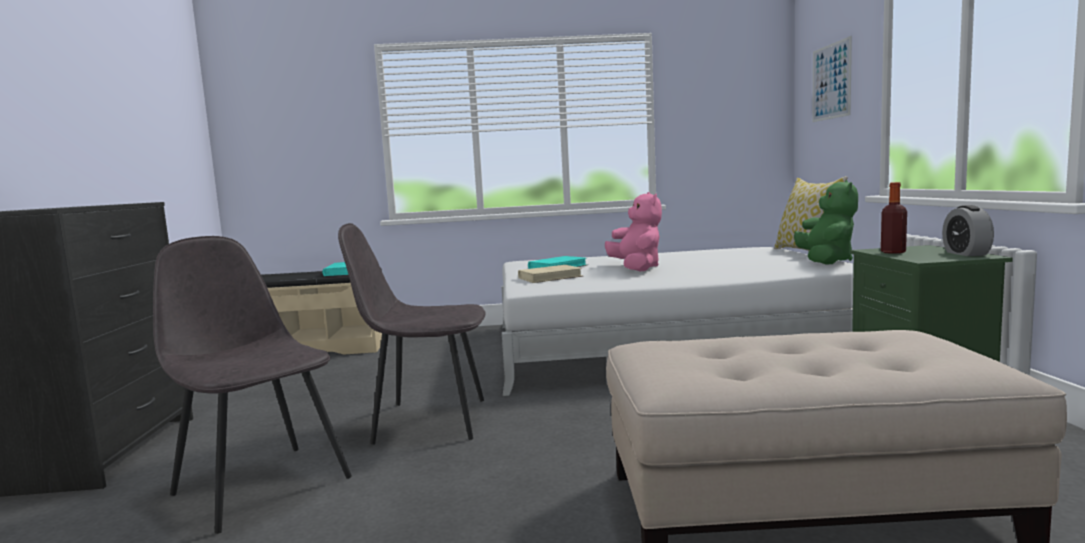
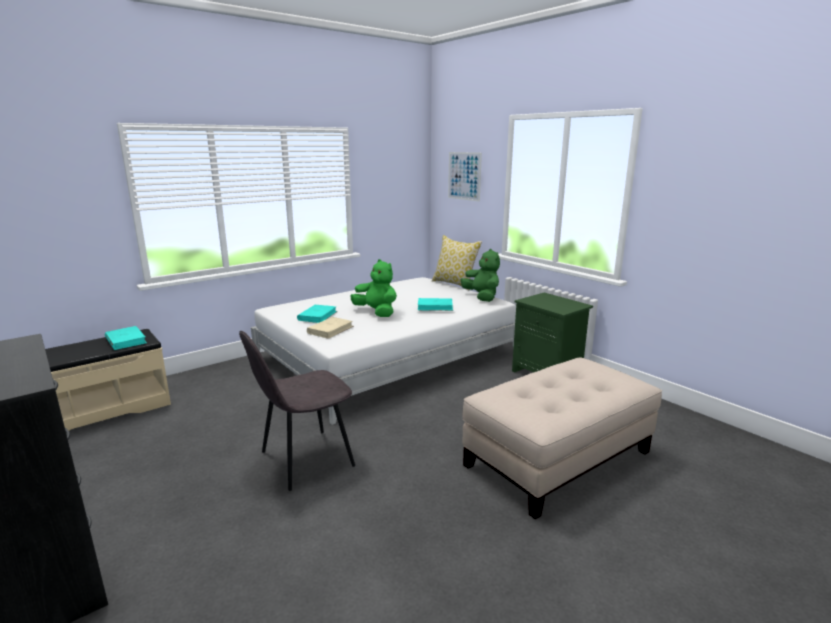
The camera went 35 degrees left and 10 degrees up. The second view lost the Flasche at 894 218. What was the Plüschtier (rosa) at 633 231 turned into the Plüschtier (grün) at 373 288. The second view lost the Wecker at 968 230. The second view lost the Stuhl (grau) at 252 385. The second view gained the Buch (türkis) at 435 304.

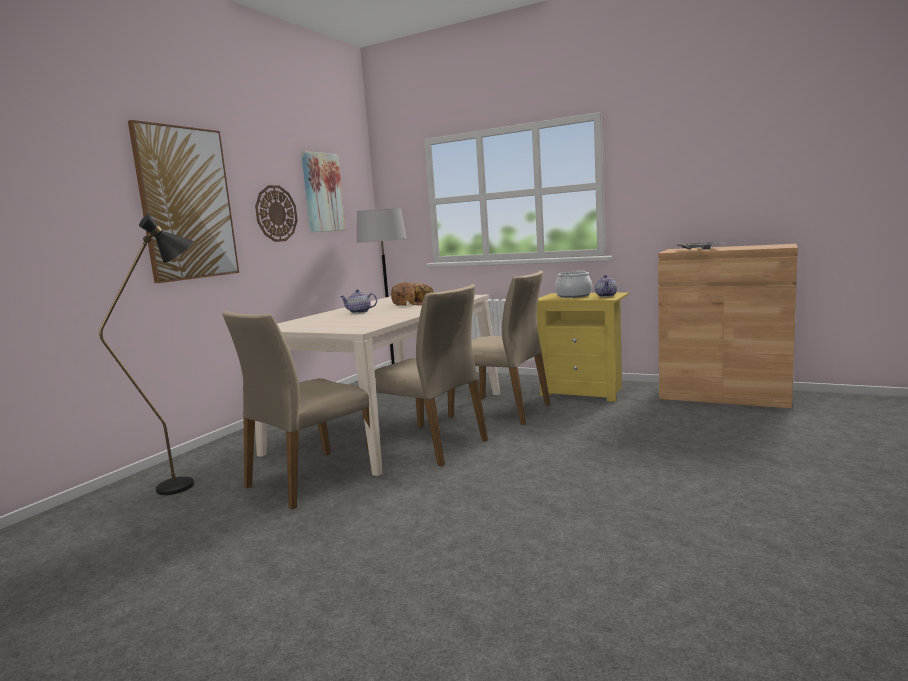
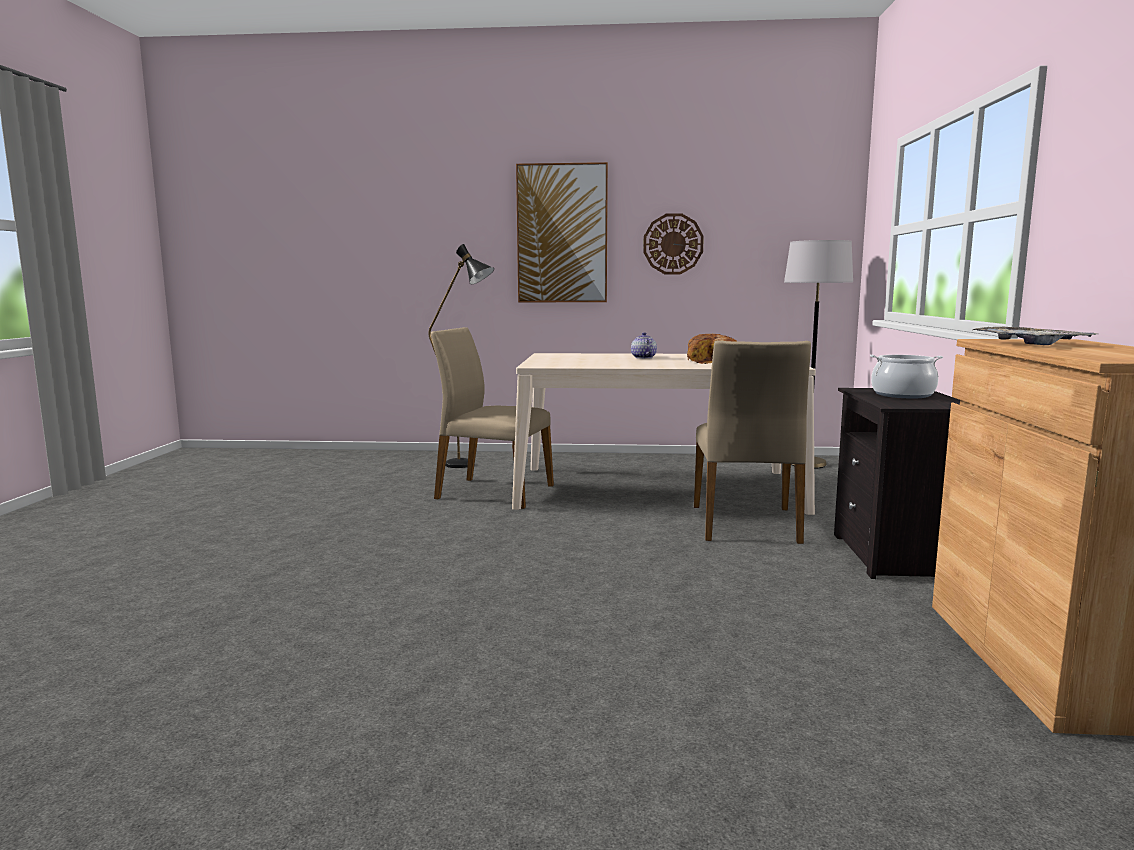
The camera went 65 degrees right and 0 degrees up. The second view lost the Bild at 323 191. The second view lost the Teekanne at 606 286. The second view lost the Stuhl (beige) at 426 375. What was the Nachttisch (gelb) at 583 347 turned into the Nachttisch (schwarz) at 897 483.

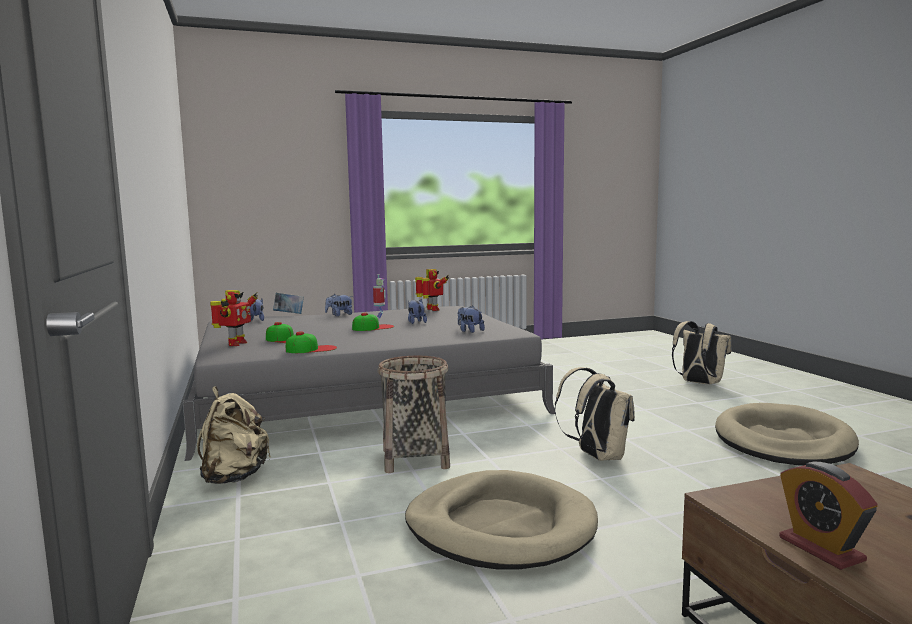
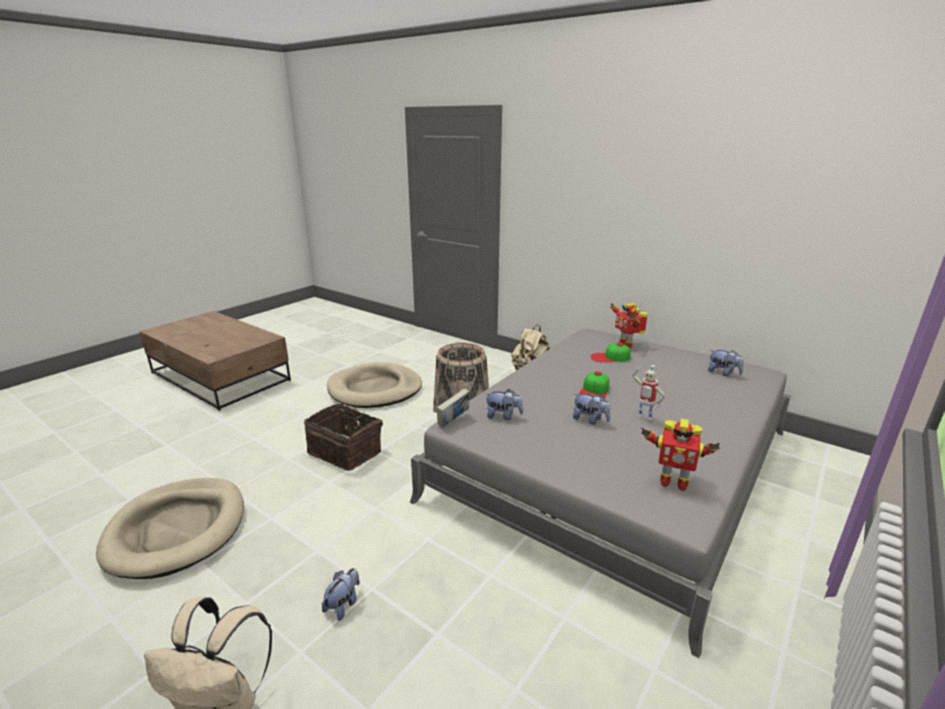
The camera went 145 degrees right and 15 degrees up. The Buch ended up elsewhere, having gone from 288 303 to 452 408. The Plüschtier ended up elsewhere, having gone from 339 305 to 341 594. The second view lost the Kappe at 311 342. Where the Rucksack (beige) stood at 595 414, the Korb came to stand at 343 437. The second view lost the Wecker at 828 515.

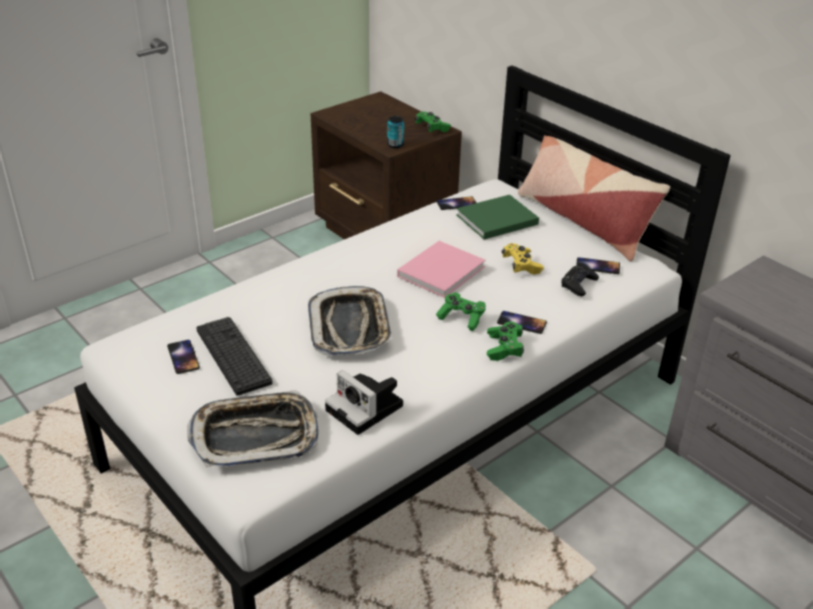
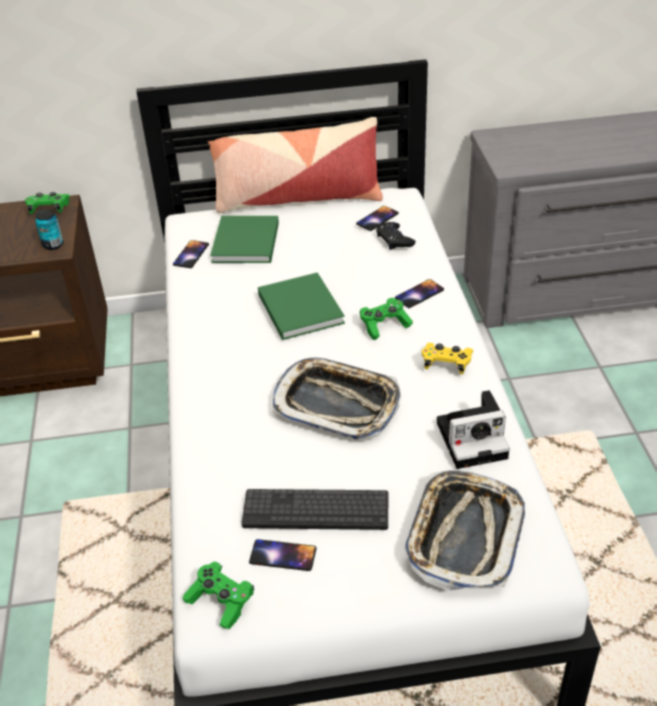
The camera went 55 degrees left and 5 degrees up. What was the Buch (rosa) at 441 269 turned into the Buch (grün) at 301 306. The Gamepad (gelb) ended up elsewhere, having gone from 523 259 to 448 358. The Gamepad (grün) ended up elsewhere, having gone from 505 341 to 218 595.

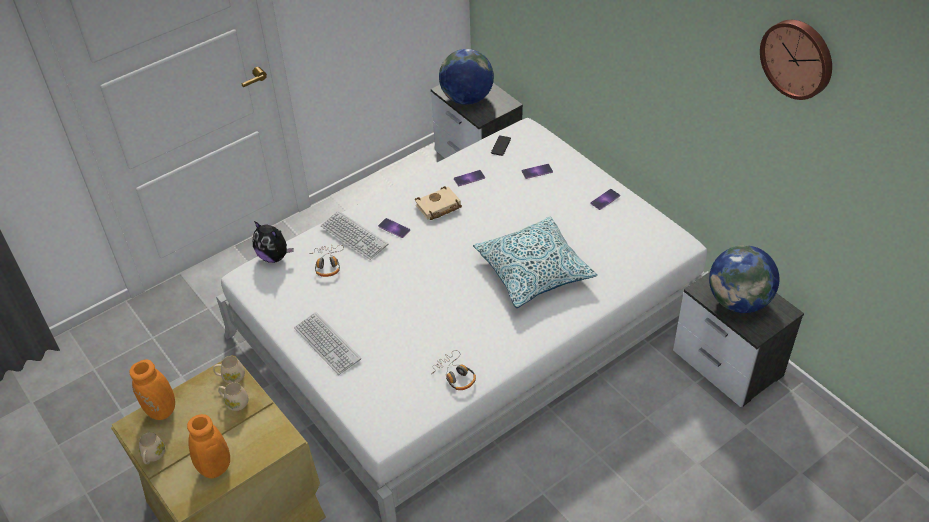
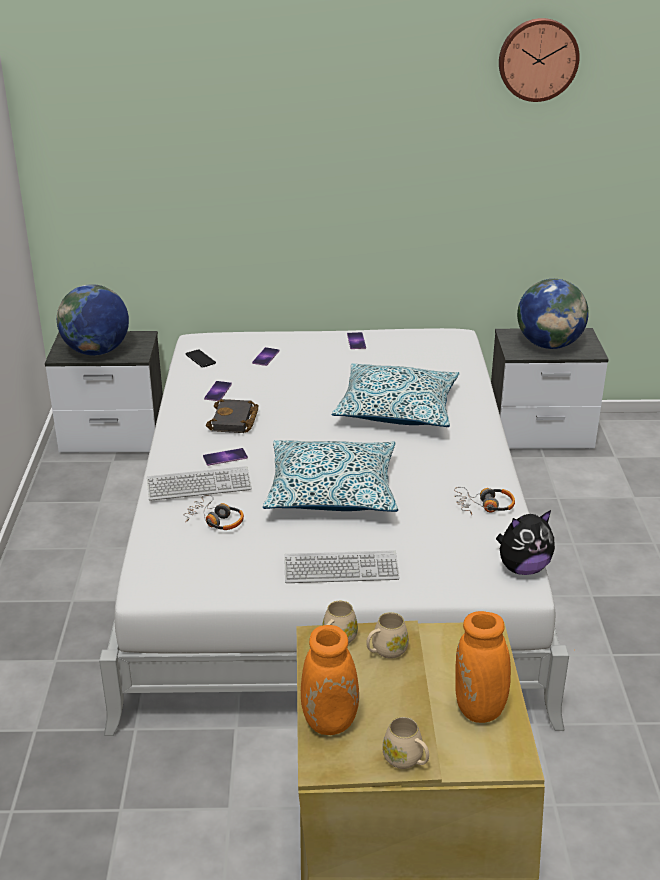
The camera went 55 degrees left and 15 degrees down. What was the Buch (beige) at 438 203 turned into the Buch (schwarz) at 232 416. The Plüschtier ended up elsewhere, having gone from 273 242 to 525 542. The second view gained the Kissen at 330 476.

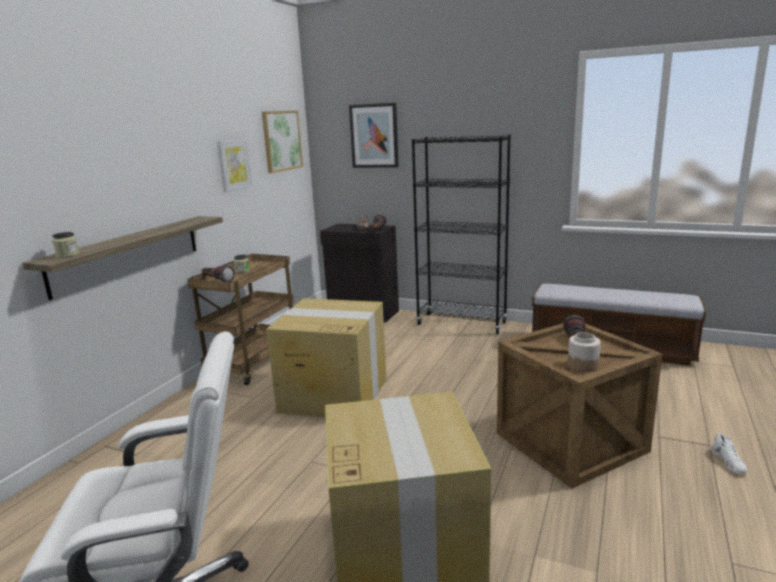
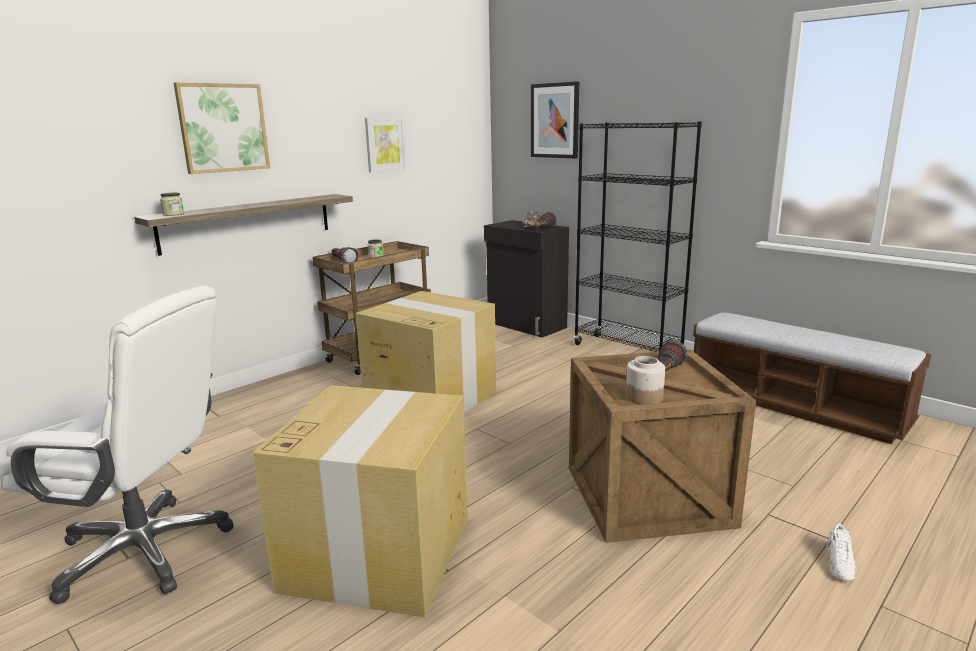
The camera went 20 degrees right and 0 degrees up. The Bild ended up elsewhere, having gone from 282 141 to 222 128.

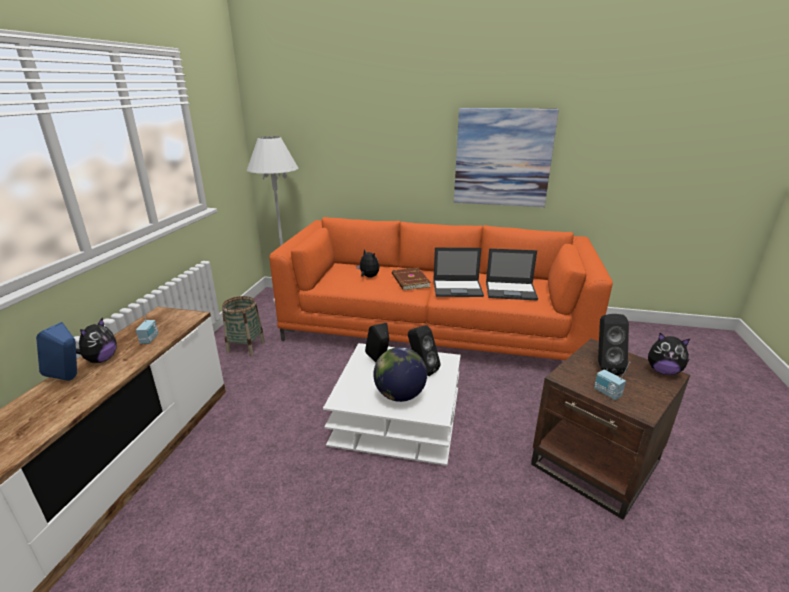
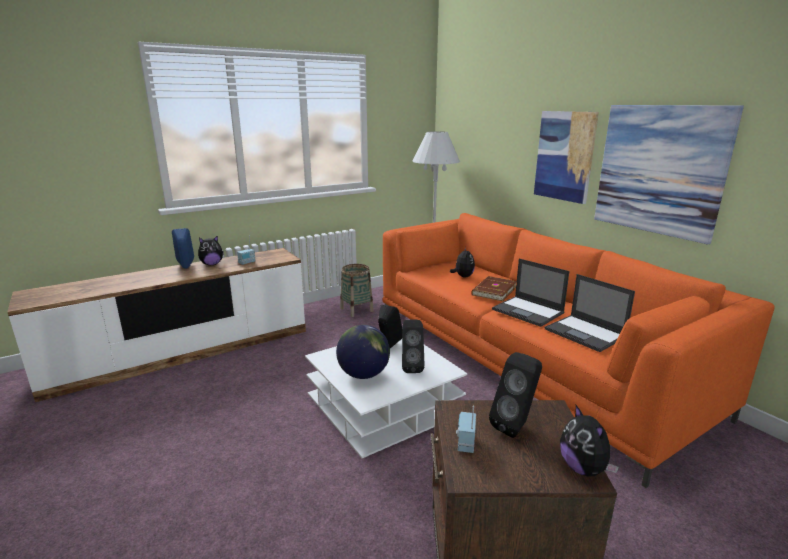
The camera went 45 degrees right and 5 degrees down. The second view gained the Bild at 566 157.

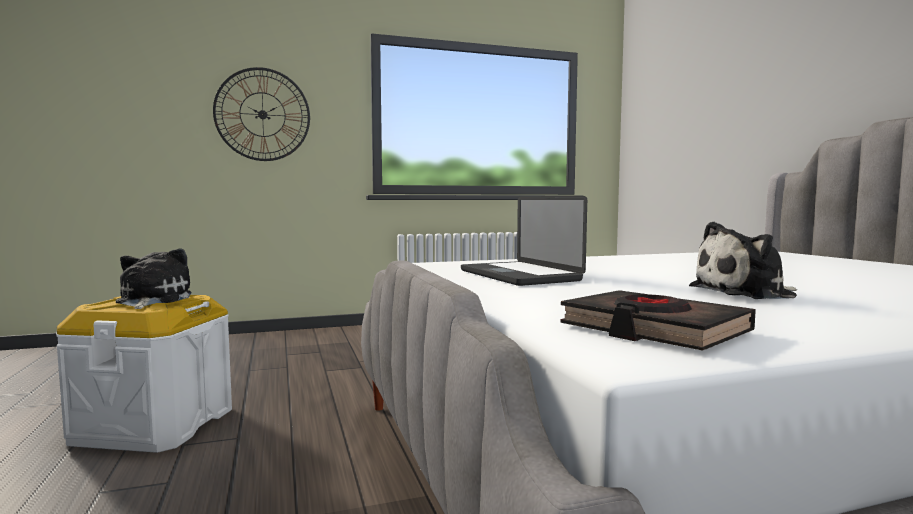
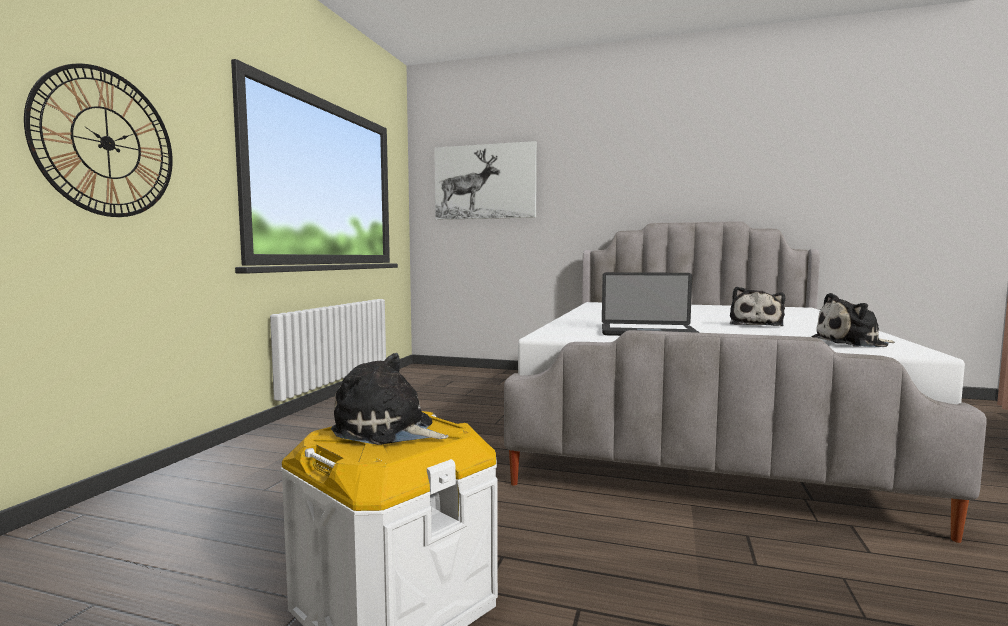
The camera went 55 degrees left and 0 degrees up. Where the Buch (schwarz) stood at 658 320, the Plüschtier came to stand at 853 320. The second view gained the Bild at 485 180.

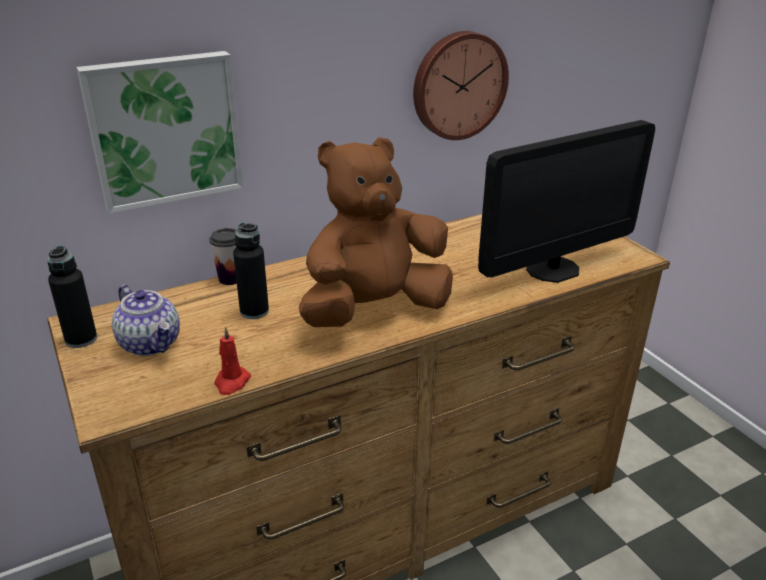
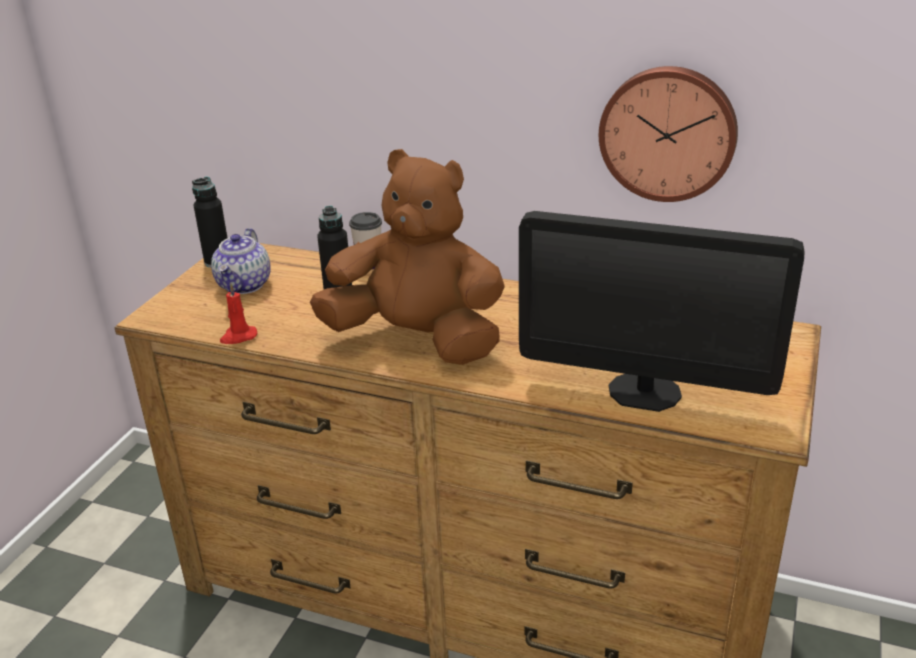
The camera went 50 degrees right and 0 degrees up. The second view lost the Bild at 160 132.

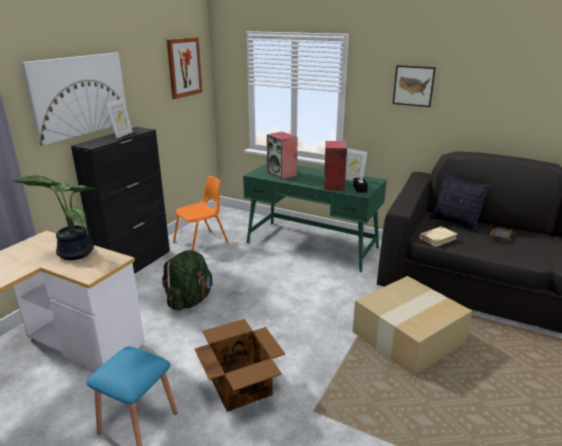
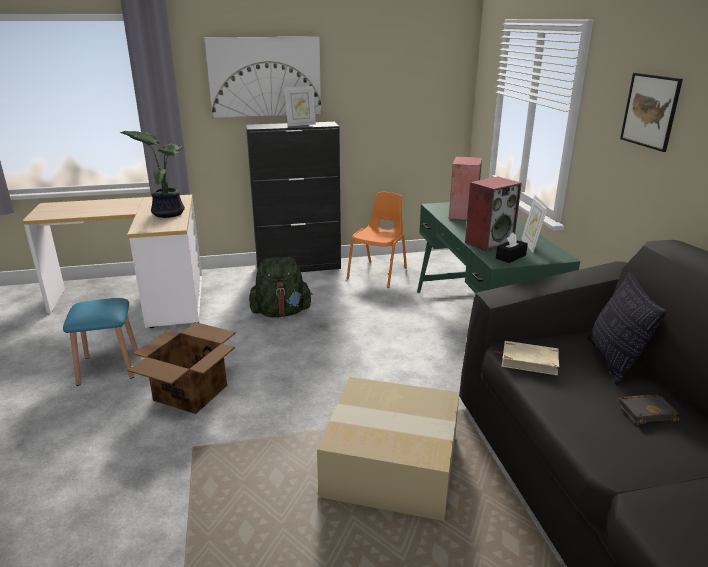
The camera went 50 degrees right and 0 degrees up. The second view lost the Bild at 184 68. The Stuhl (orange) at 201 213 ended up facing another way, 75 degrees counterclockwise from before.

